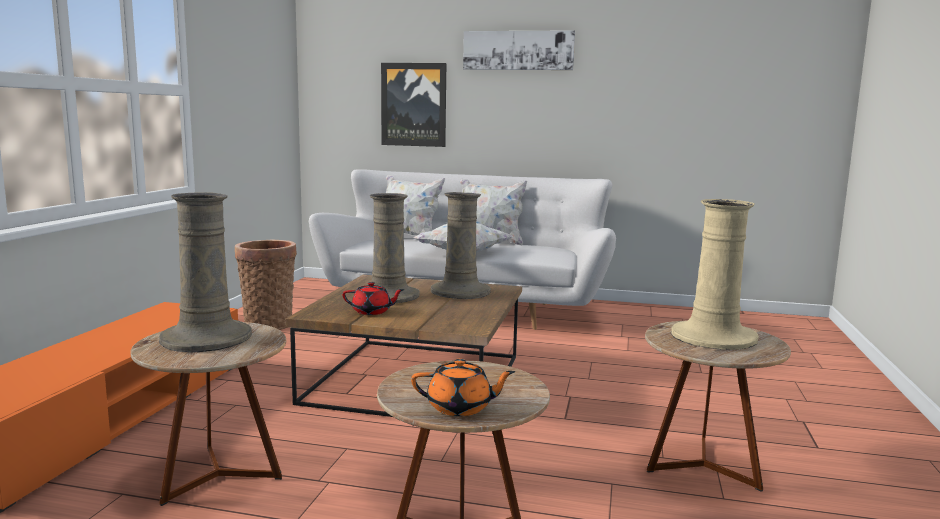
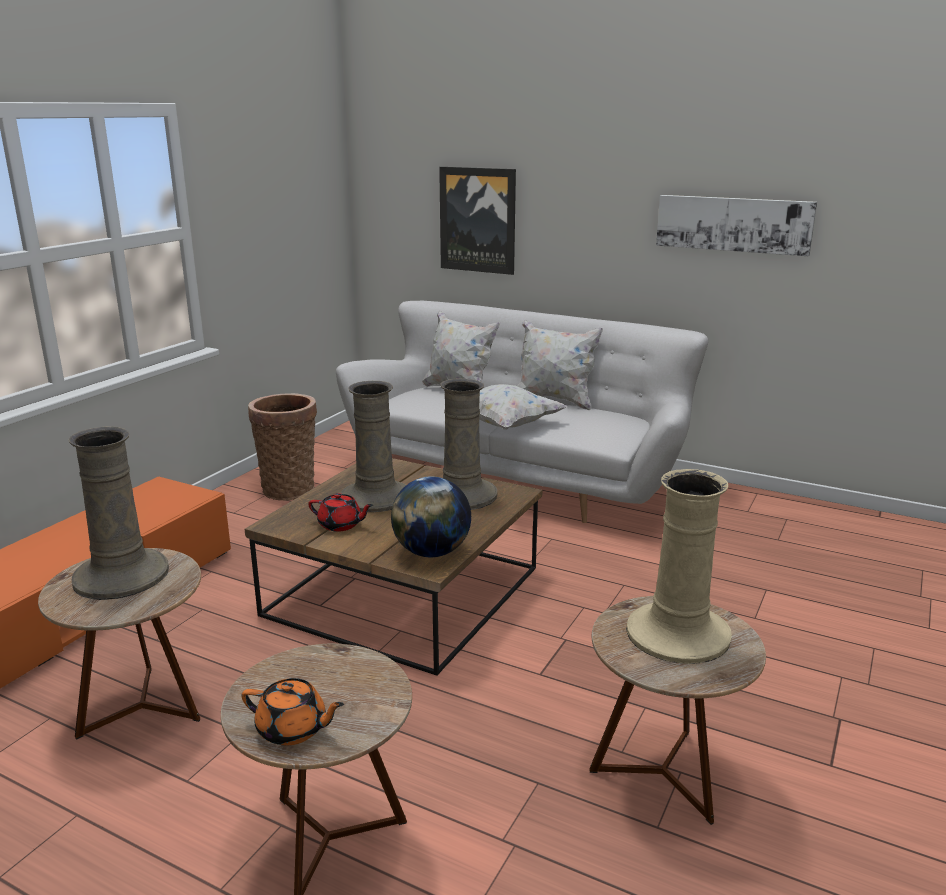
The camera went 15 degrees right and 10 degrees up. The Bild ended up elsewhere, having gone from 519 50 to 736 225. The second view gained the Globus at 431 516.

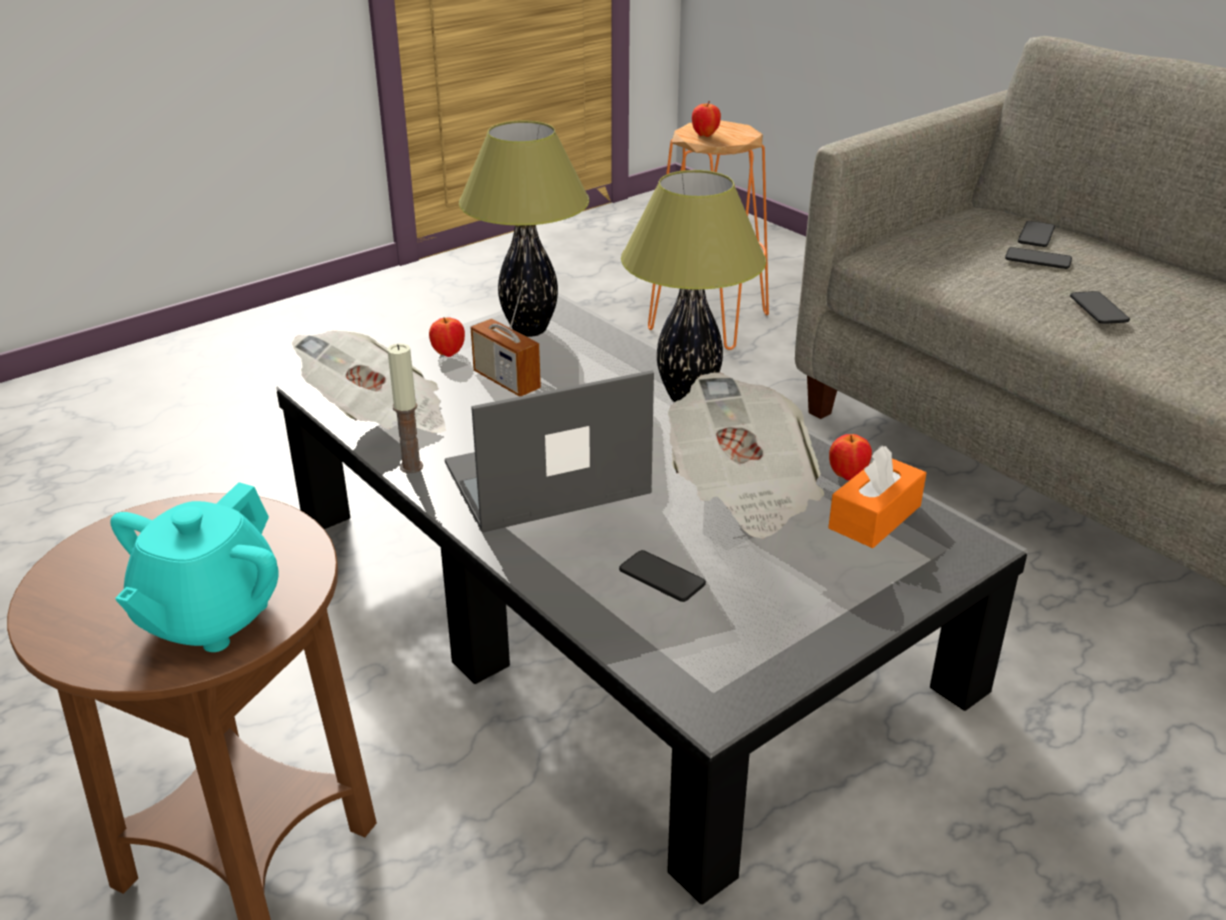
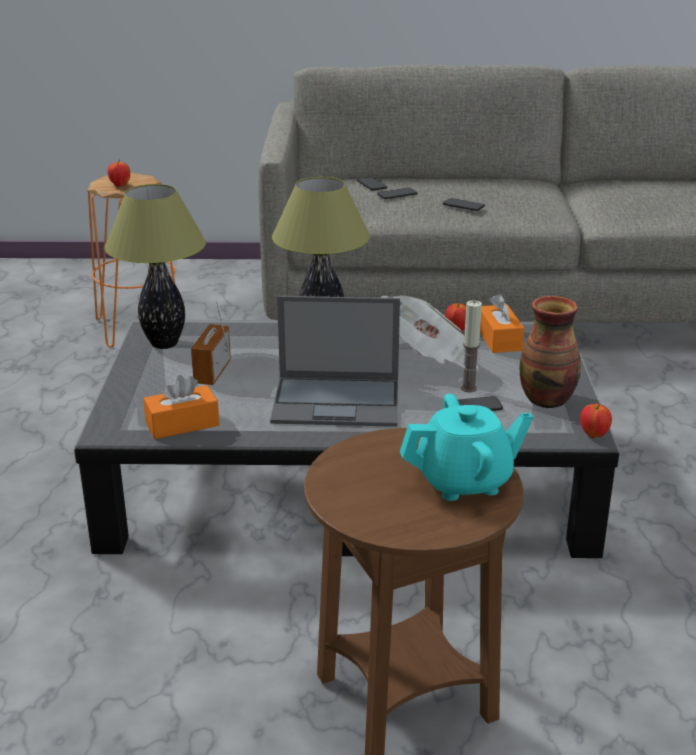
The camera went 50 degrees left and 5 degrees down. The Radio at 506 338 ended up facing another way, 105 degrees clockwise from before. The Apfel ended up elsewhere, having gone from 447 337 to 596 421. Where the Zeitung stood at 369 382, the Taschentuchbox (orange) came to stand at 181 407. The Kerze ended up elsewhere, having gone from 405 408 to 471 346. The Laptop at 549 451 ended up facing another way, 105 degrees counterclockwise from before. The Teekanne (türkis) at 194 567 ended up facing another way, 75 degrees counterclockwise from before. The second view gained the Vase at 550 352.

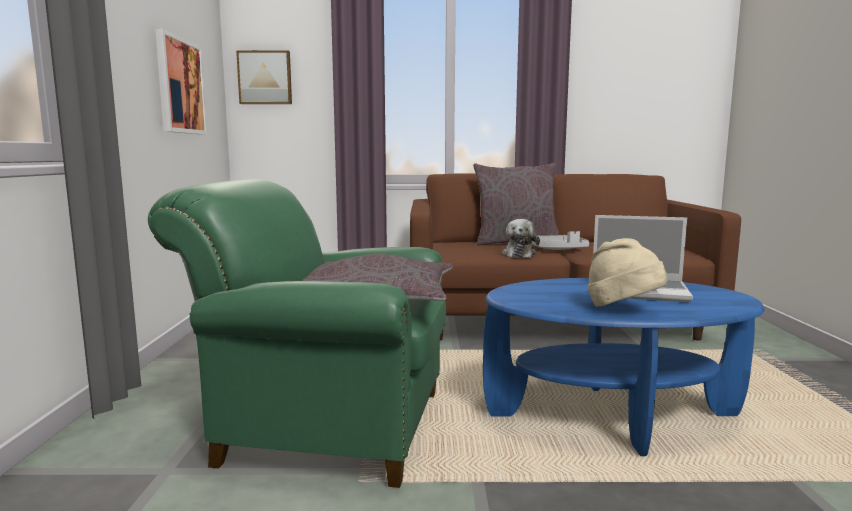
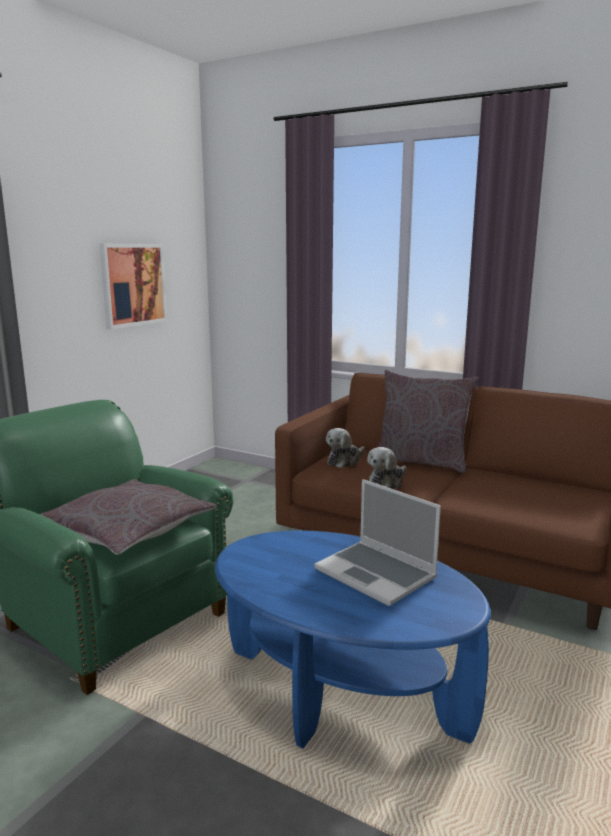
The camera went 30 degrees right and 5 degrees up. The second view lost the Bild at 264 77. The second view lost the Tablett (grau) at 560 240. The second view lost the Hut (beige) at 627 272. The second view gained the Plüschtier at 345 448.

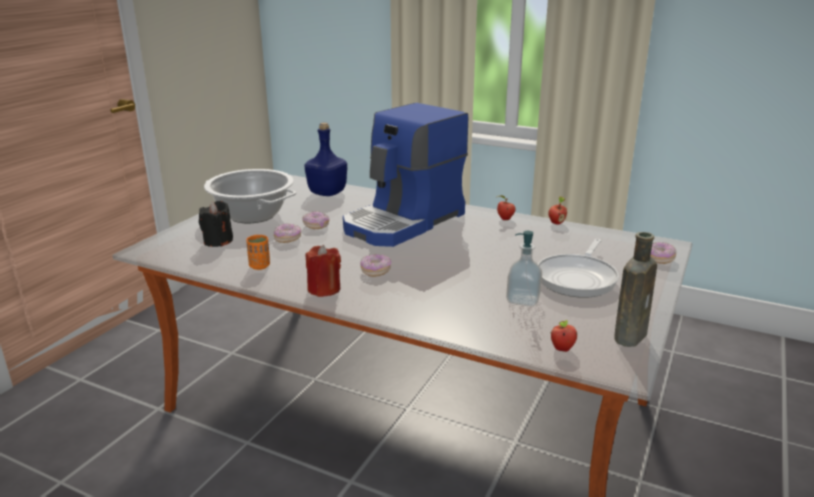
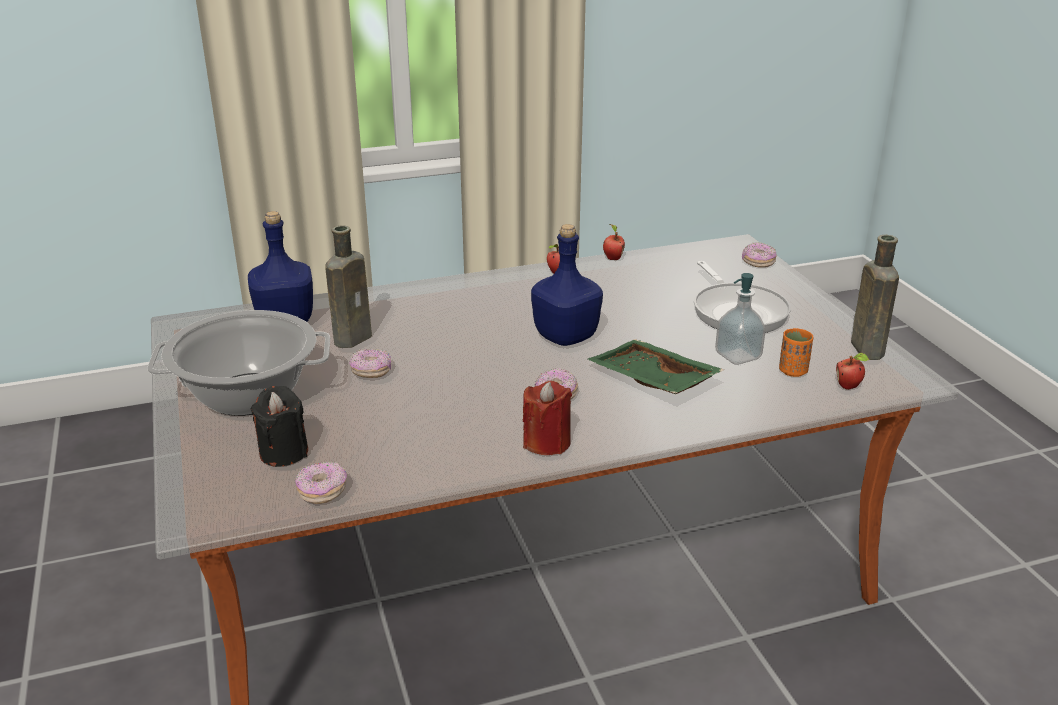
The camera went 45 degrees left and 5 degrees up. The second view lost the Kaffeemaschine at 405 175. The Donut ended up elsewhere, having gone from 287 233 to 321 483. The Tasse (orange) ended up elsewhere, having gone from 258 252 to 796 352. The second view gained the Flasche (blau) at 567 285. The second view gained the Flasche (braun) at 348 287. The second view gained the Tablett (grün) at 656 366.

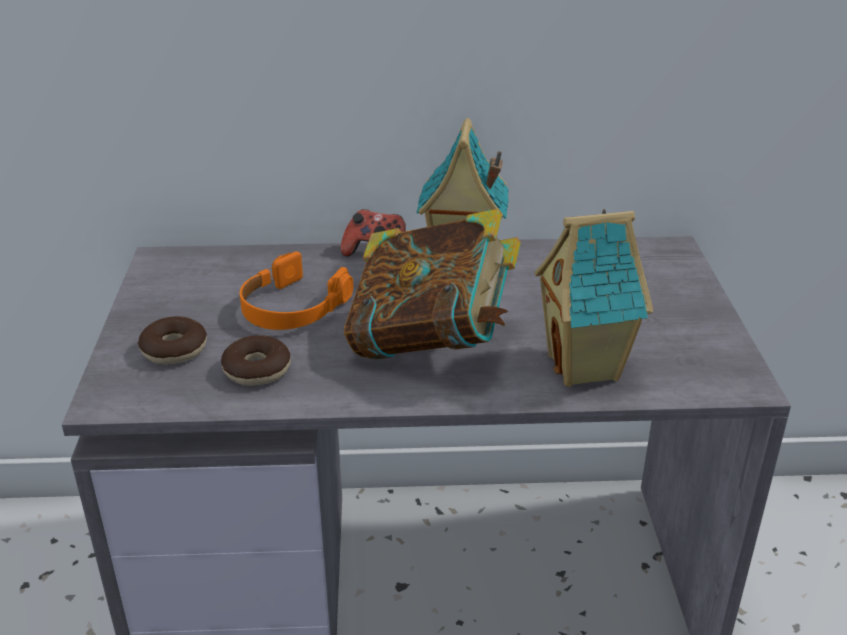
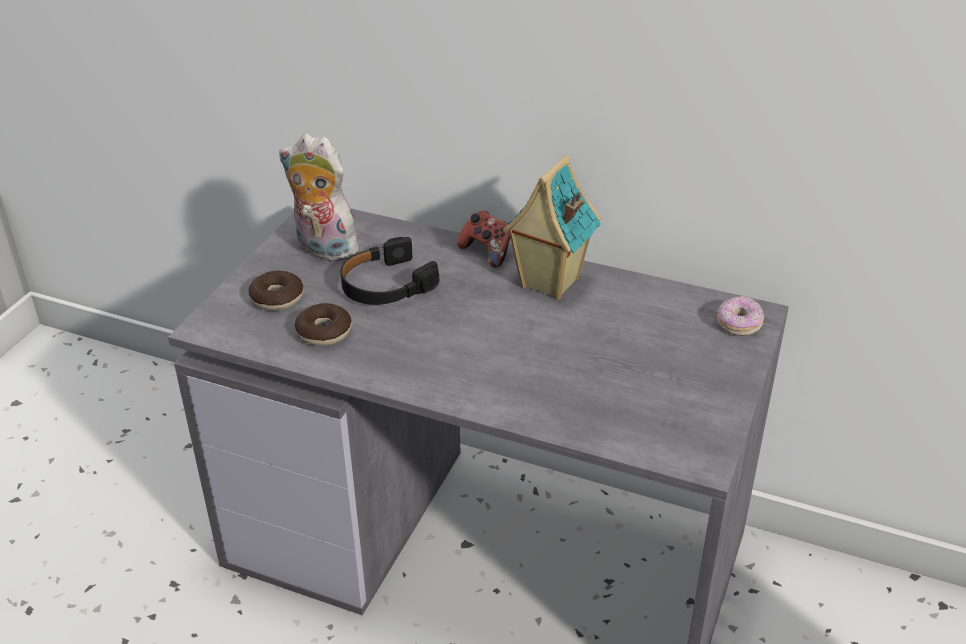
The camera went 25 degrees right and 5 degrees up. The second view lost the Buch at 432 284. The second view lost the Spielzeughaus at 594 298. What was the Kopfhörer (orange) at 296 290 turned into the Kopfhörer (schwarz) at 389 271. The second view gained the Plüschtier at 319 197. The second view gained the Donut at 740 316.

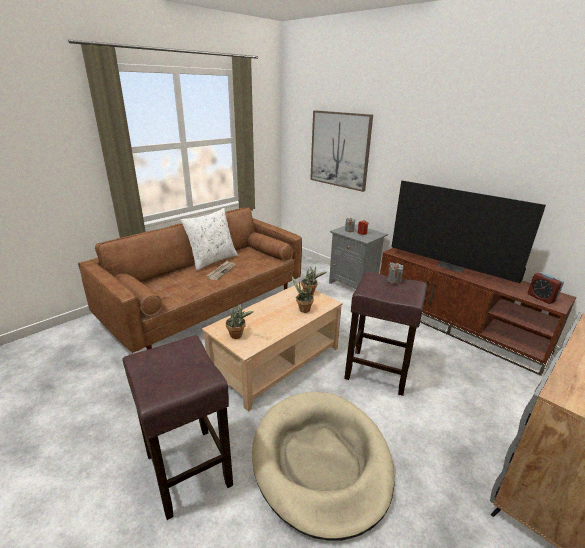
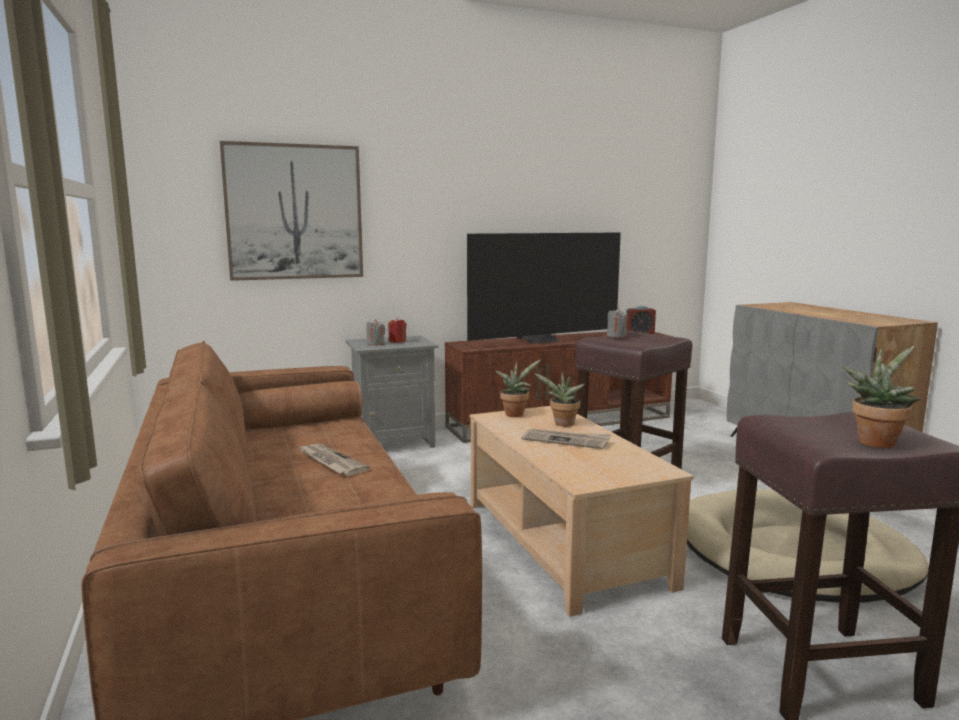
The camera went 65 degrees left and 15 degrees down. The second view lost the Kissen (weiß) at 209 239. The Topfpflanze ended up elsewhere, having gone from 240 321 to 881 397. The second view gained the Zeitung at 567 438.

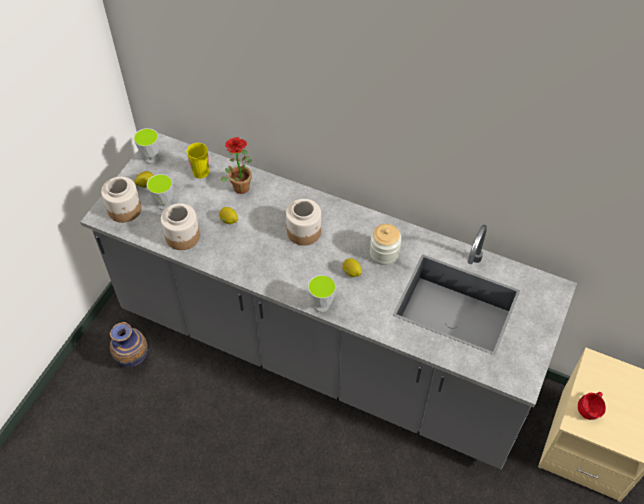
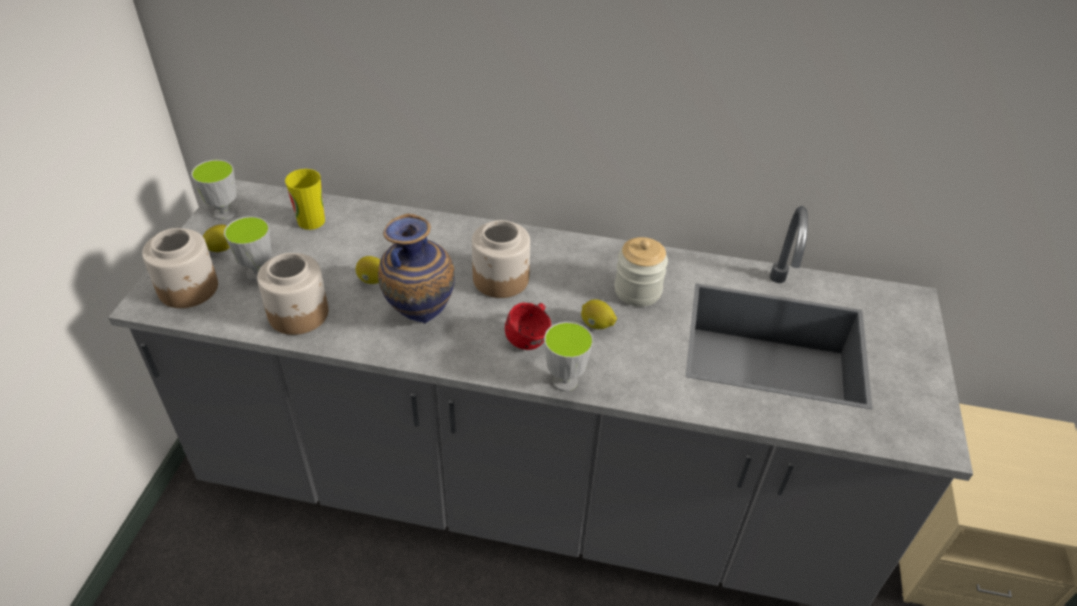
The camera went 15 degrees left and 10 degrees down. The second view lost the Topfpflanze at 236 165. The Vase ended up elsewhere, having gone from 129 344 to 416 268. The Henkelbecher (rot) ended up elsewhere, having gone from 592 406 to 528 326.

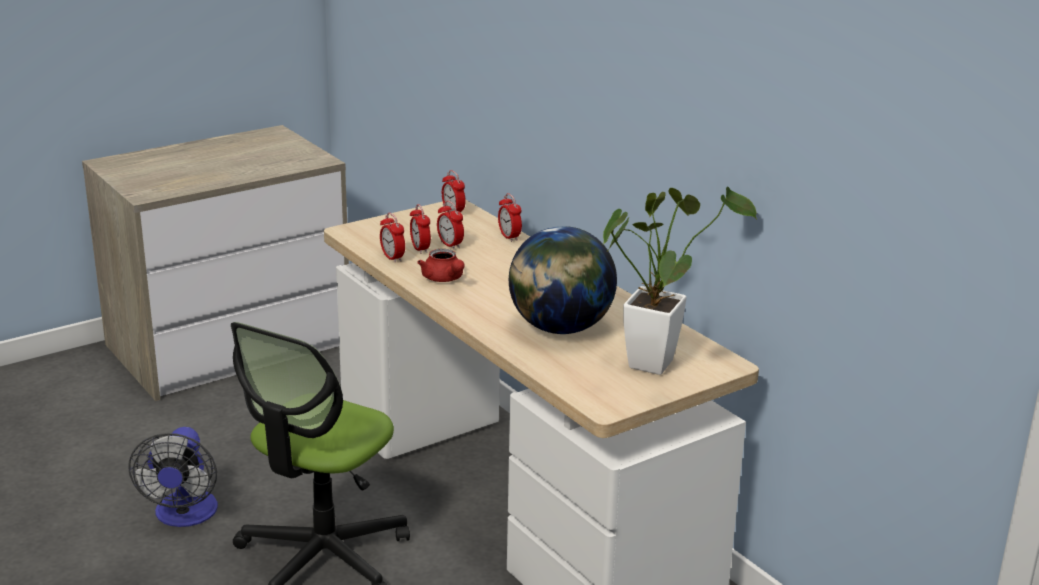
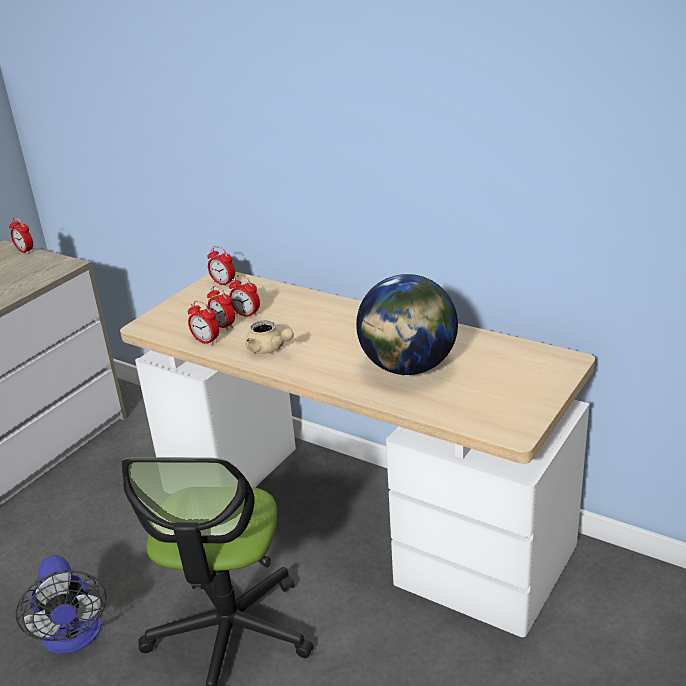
The camera went 20 degrees left and 5 degrees up. The second view lost the Topfpflanze at 680 280. The Wecker ended up elsewhere, having gone from 510 217 to 21 235. What was the Teekanne (rot) at 441 265 turned into the Teekanne (beige) at 270 337.

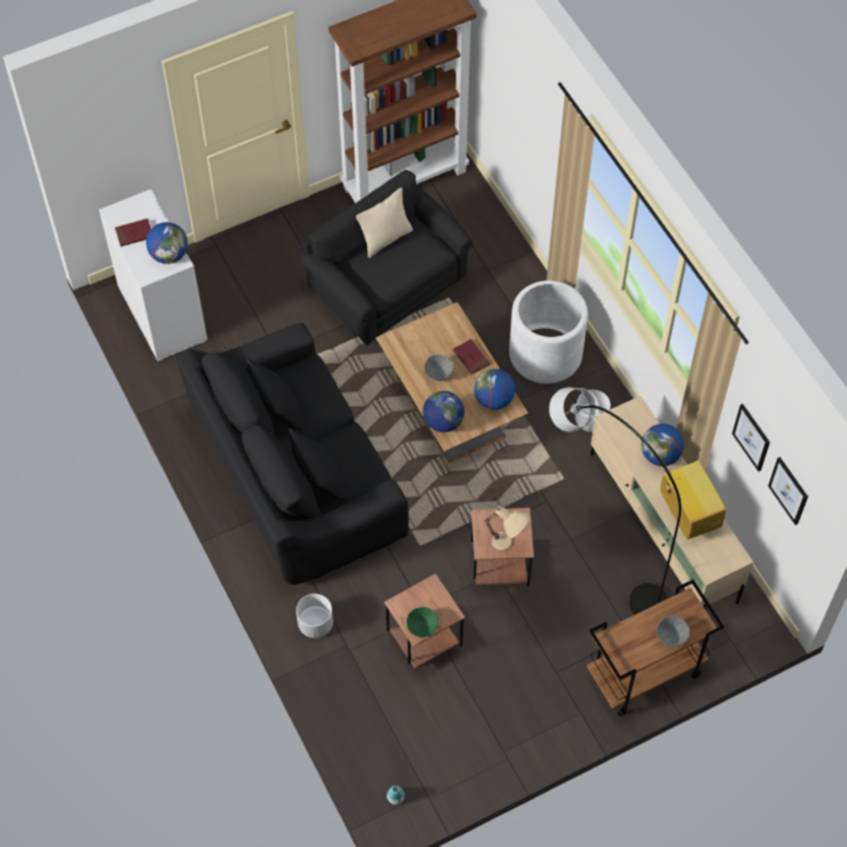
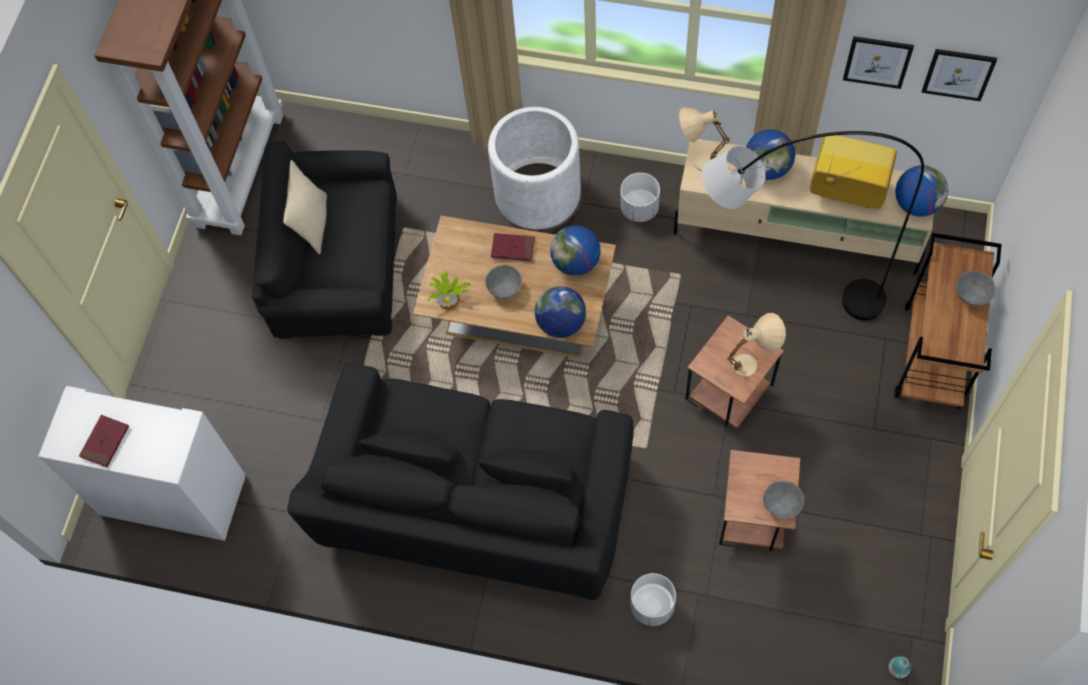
The camera went 45 degrees left and 5 degrees up. The Globus ended up elsewhere, having gone from 167 243 to 921 191. What was the Schüssel (grün) at 423 622 turned into the Schüssel (grau) at 783 499. The second view gained the Tischlampe (beige) at 704 139. The second view gained the Topfpflanze at 448 290.

